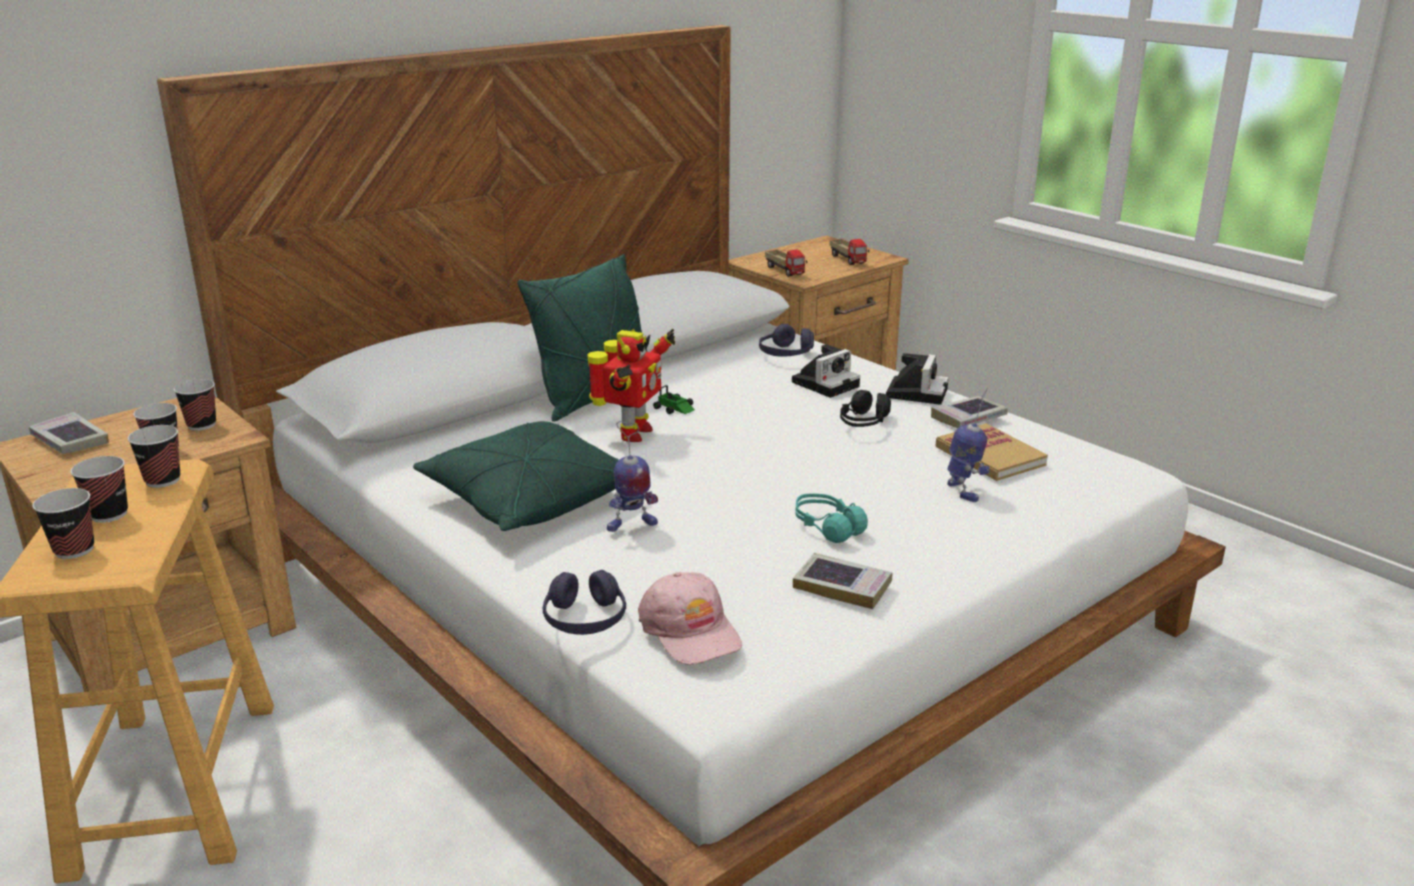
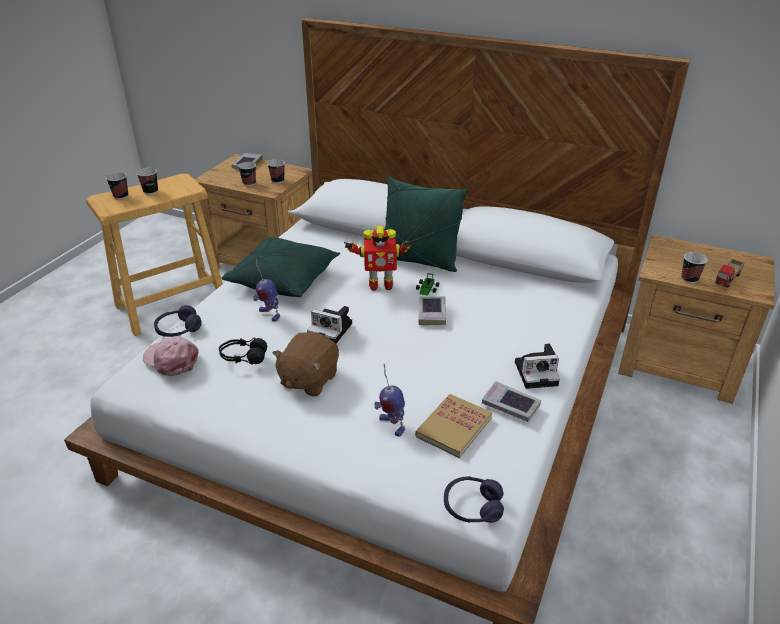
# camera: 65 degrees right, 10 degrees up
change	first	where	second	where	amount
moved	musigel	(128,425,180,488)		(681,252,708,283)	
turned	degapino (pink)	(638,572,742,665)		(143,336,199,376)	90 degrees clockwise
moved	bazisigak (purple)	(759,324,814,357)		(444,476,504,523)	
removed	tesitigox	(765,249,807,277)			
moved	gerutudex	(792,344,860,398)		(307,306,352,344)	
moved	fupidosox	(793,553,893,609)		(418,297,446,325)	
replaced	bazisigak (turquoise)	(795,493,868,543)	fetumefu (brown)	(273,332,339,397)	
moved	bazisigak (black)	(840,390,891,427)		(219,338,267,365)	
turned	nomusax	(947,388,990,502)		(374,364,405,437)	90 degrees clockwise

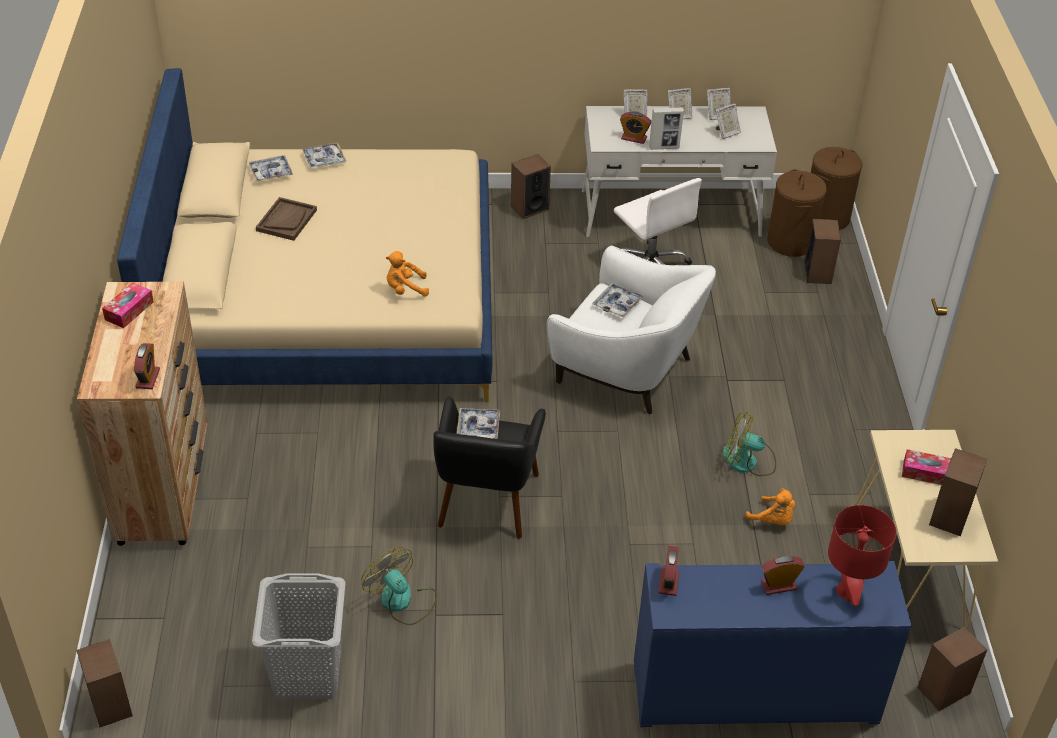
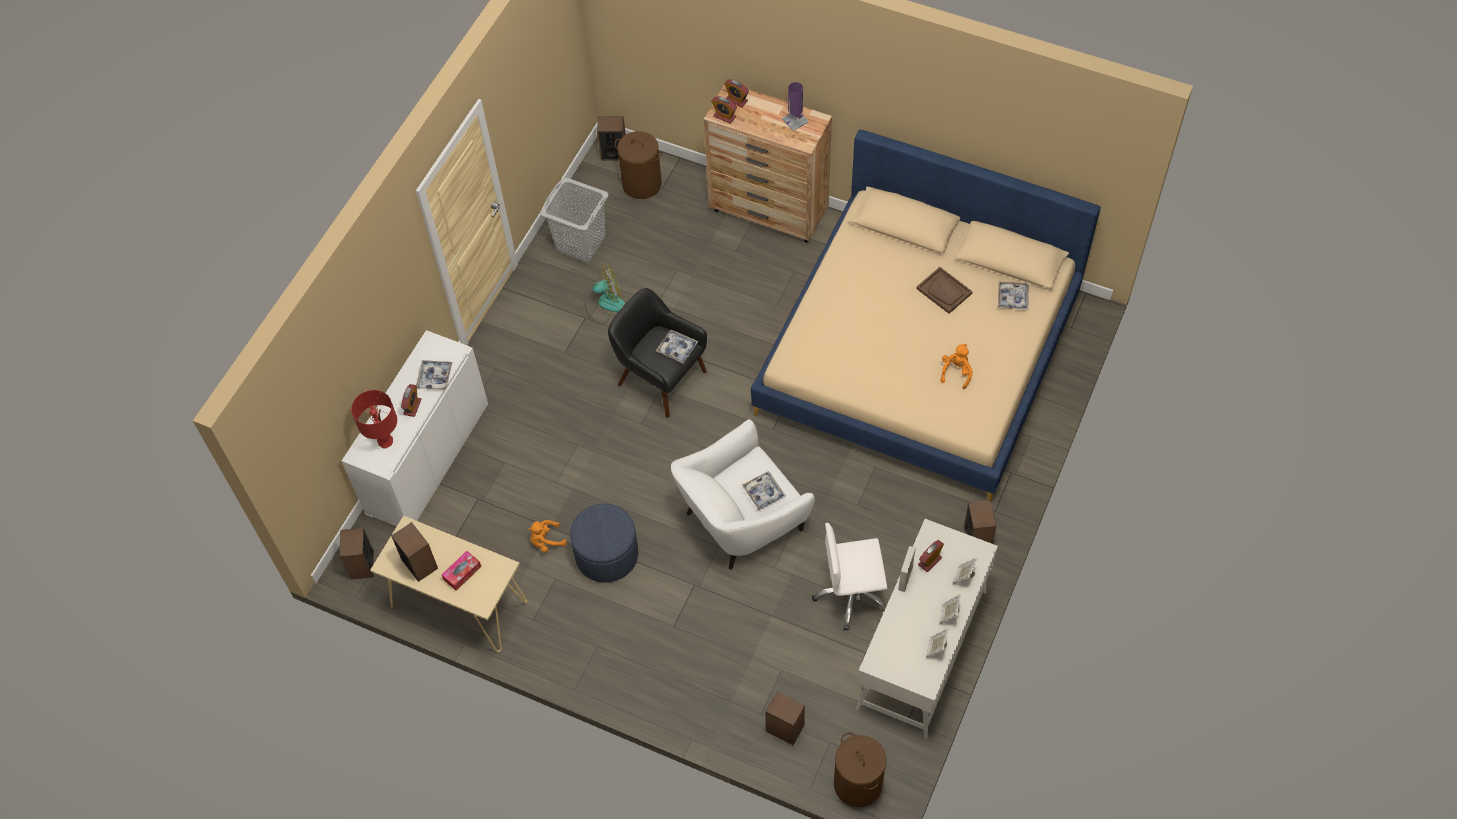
# camera: 120 degrees right, 15 degrees up
change	first	where	second	where	amount
replaced	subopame	(102,282,154,328)	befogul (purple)	(782,82,809,131)	
moved	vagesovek	(302,142,346,169)		(416,360,453,390)	
moved	fetumefu (orange)	(386,251,429,297)		(940,344,973,389)	
recoloured	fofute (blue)	(634,561,912,727)	fofute (white)	(342,330,488,526)	
moved	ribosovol	(658,546,679,596)		(724,79,749,107)	
removed	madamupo	(715,104,741,139)			
replaced	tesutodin	(723,412,776,476)	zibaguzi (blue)	(570,503,638,583)	
moved	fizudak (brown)	(767,169,827,257)		(615,131,662,199)	

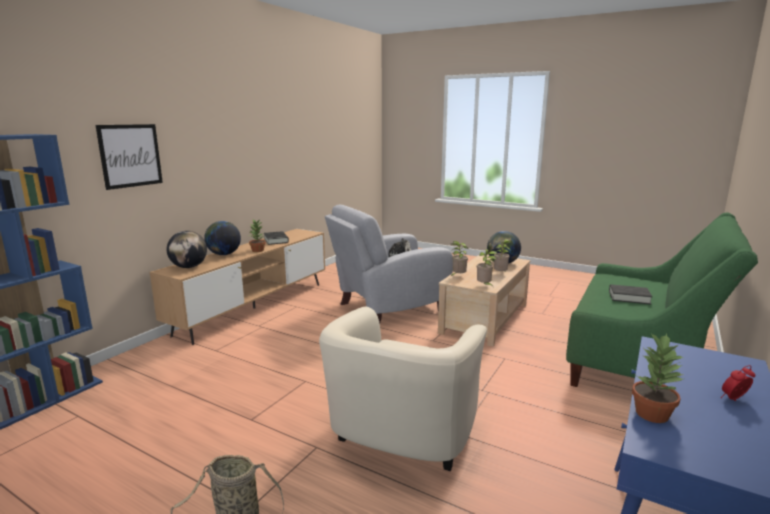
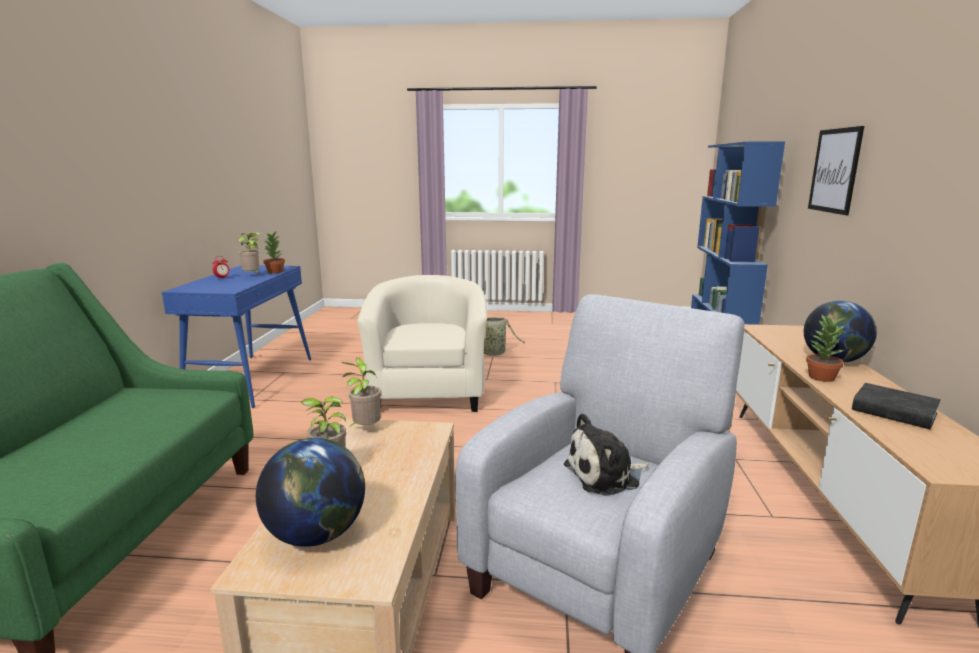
# camera: 155 degrees right, 0 degrees up
change	first	where	second	where	amount
removed	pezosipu	(167,231,207,268)			
moved	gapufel	(450,241,468,277)		(237,233,262,273)	
removed	fupidosox (black)	(609,284,653,305)			

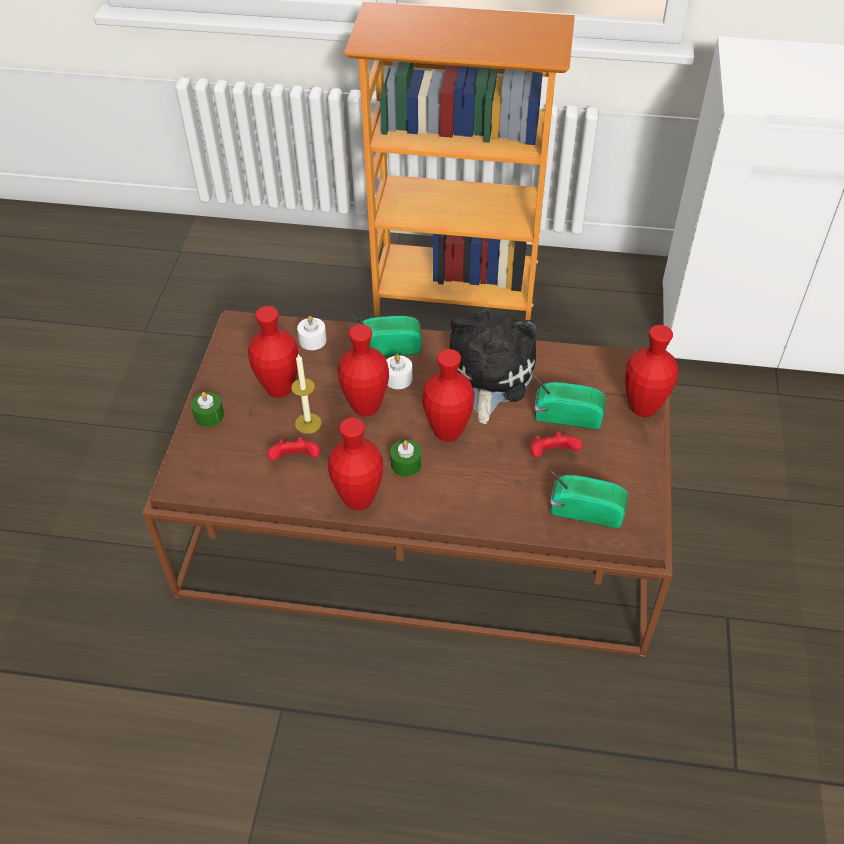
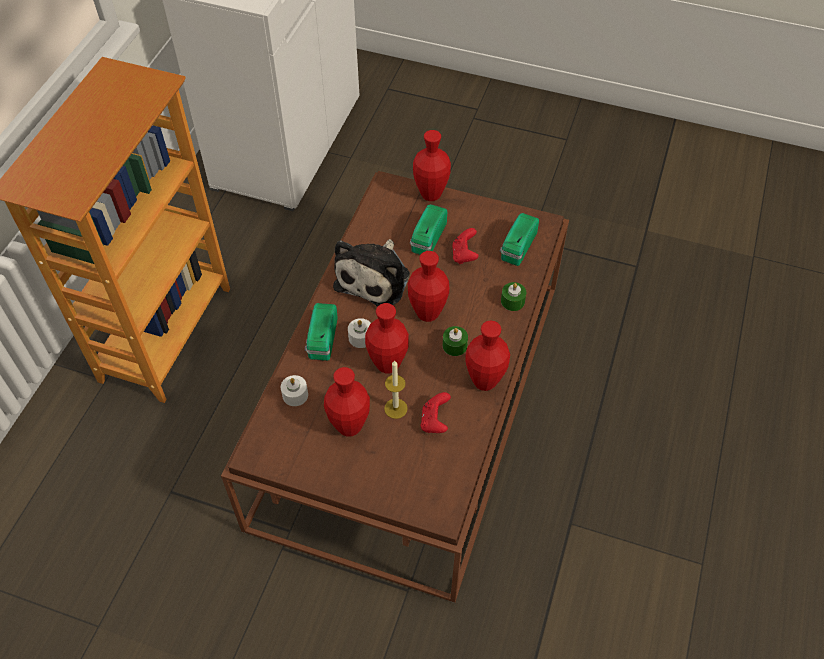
# camera: 80 degrees left, 5 degrees up
change	first	where	second	where	amount
moved	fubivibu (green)	(191,392,224,427)		(501,282,526,311)	
turned	fetumefu	(450,311,536,424)		(333,239,410,307)	90 degrees counterclockwise

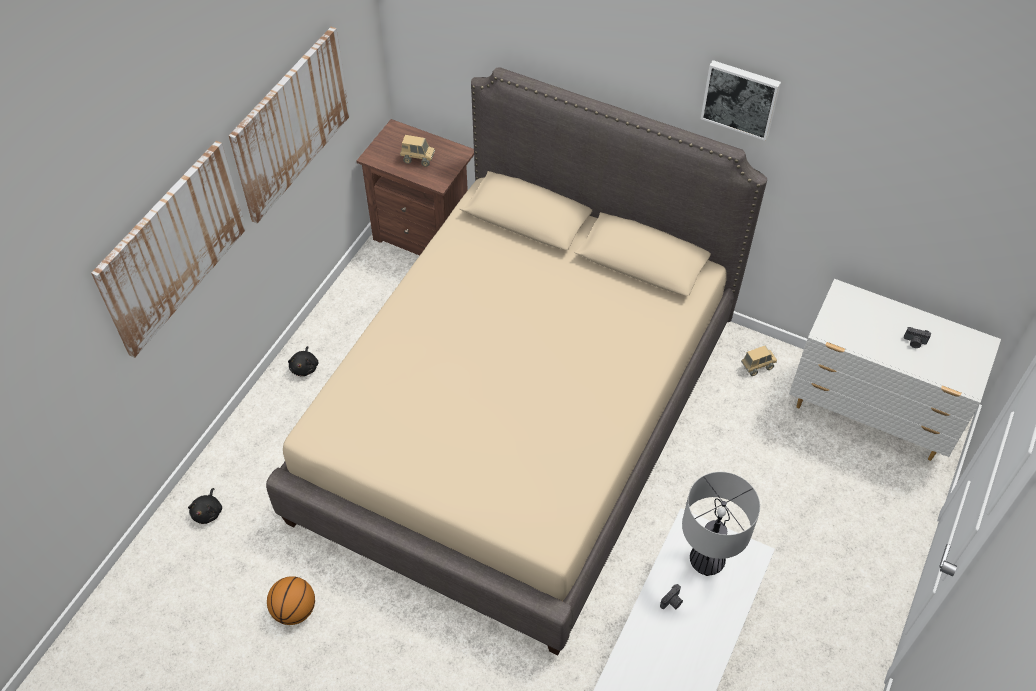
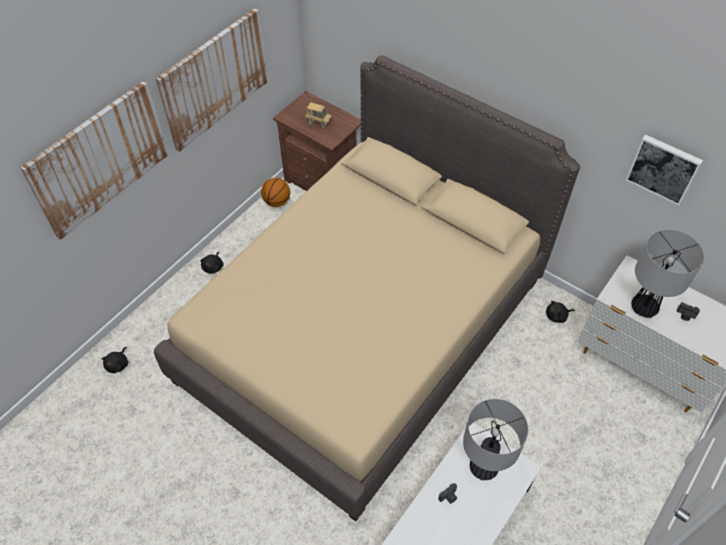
# camera: 10 degrees right, 0 degrees up
change	first	where	second	where	amount
moved	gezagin	(267,576,315,625)		(261,178,290,207)	
moved	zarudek	(701,60,781,141)		(626,135,703,206)	
replaced	tesitigox	(741,345,777,376)	fetumefu (black)	(546,301,575,323)	
added			befogul	(631,229,704,318)	

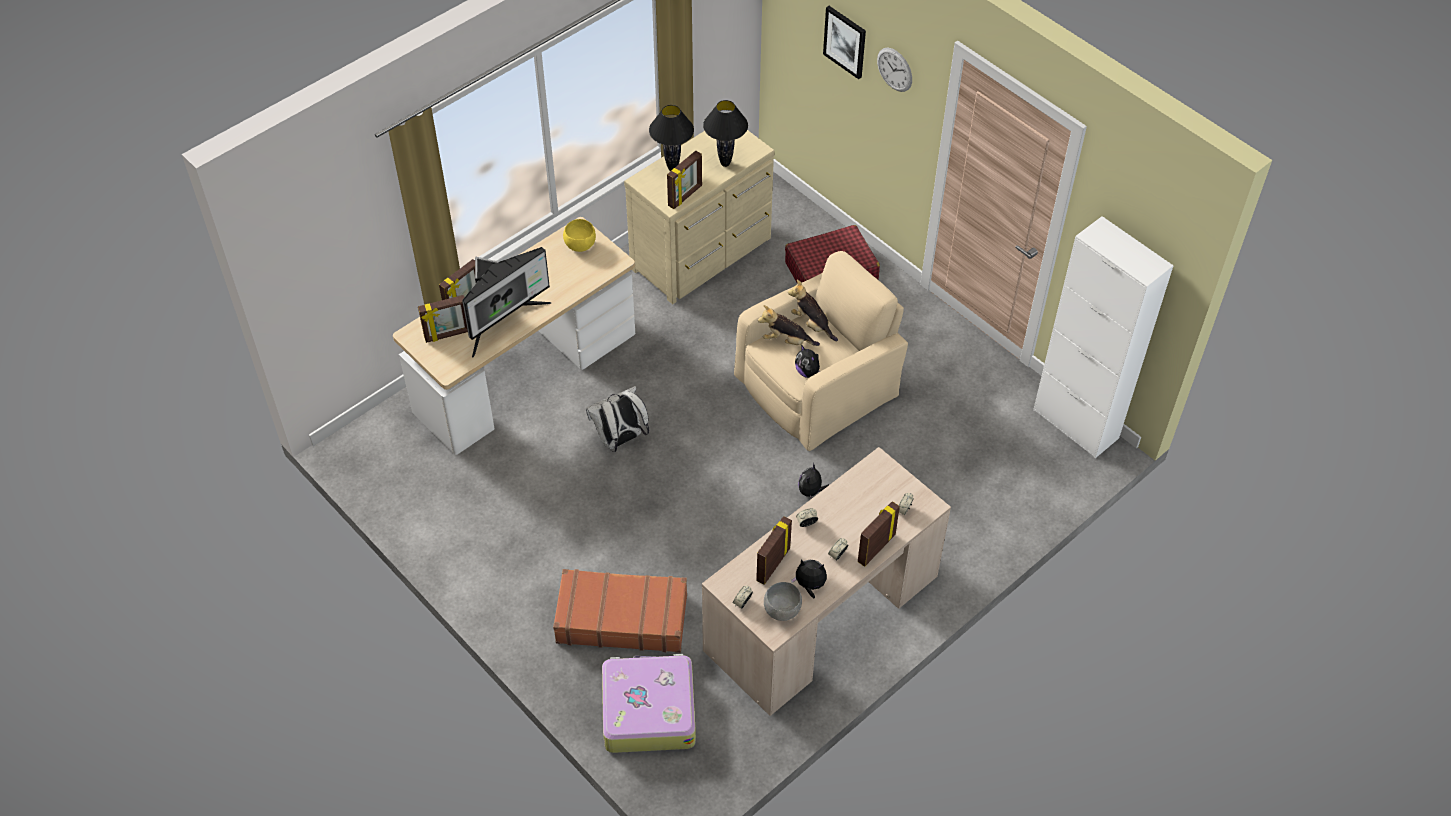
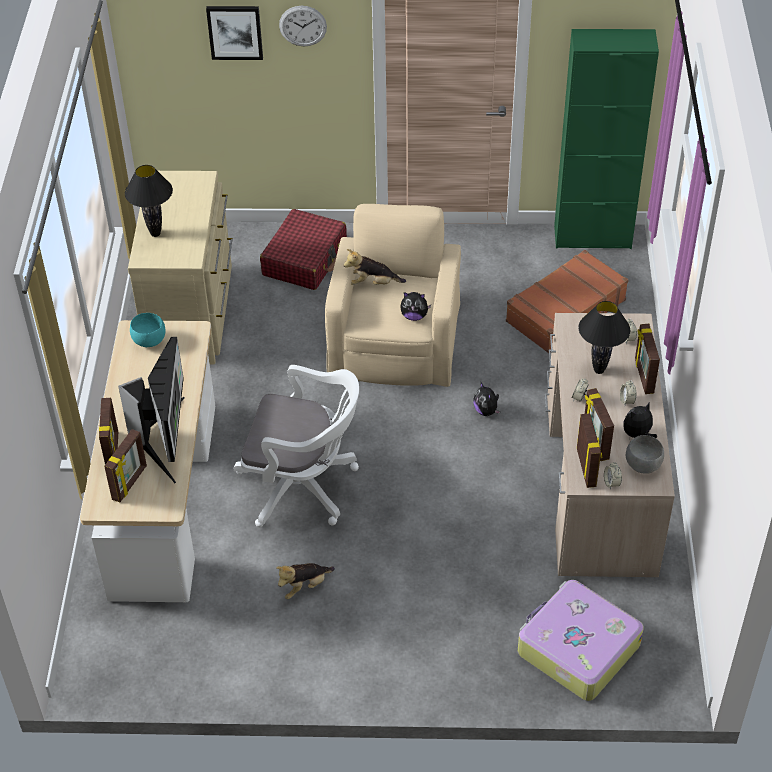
# camera: 45 degrees left, 5 degrees down
change	first	where	second	where	amount
moved	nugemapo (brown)	(553,569,687,653)		(506,250,628,353)	
recoloured	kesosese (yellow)	(563,219,596,252)	kesosese (turquoise)	(130,313,166,347)	
replaced	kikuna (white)	(586,386,649,452)	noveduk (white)	(234,365,359,527)	
moved	madamupo	(667,151,702,209)		(577,413,602,488)	
moved	befogul (black)	(703,100,748,167)		(578,301,630,374)	
moved	fetumefu	(758,305,820,346)		(276,563,335,599)	
recoloured	fofute (white)	(1033,216,1174,458)	fofute (green)	(554,29,659,249)	

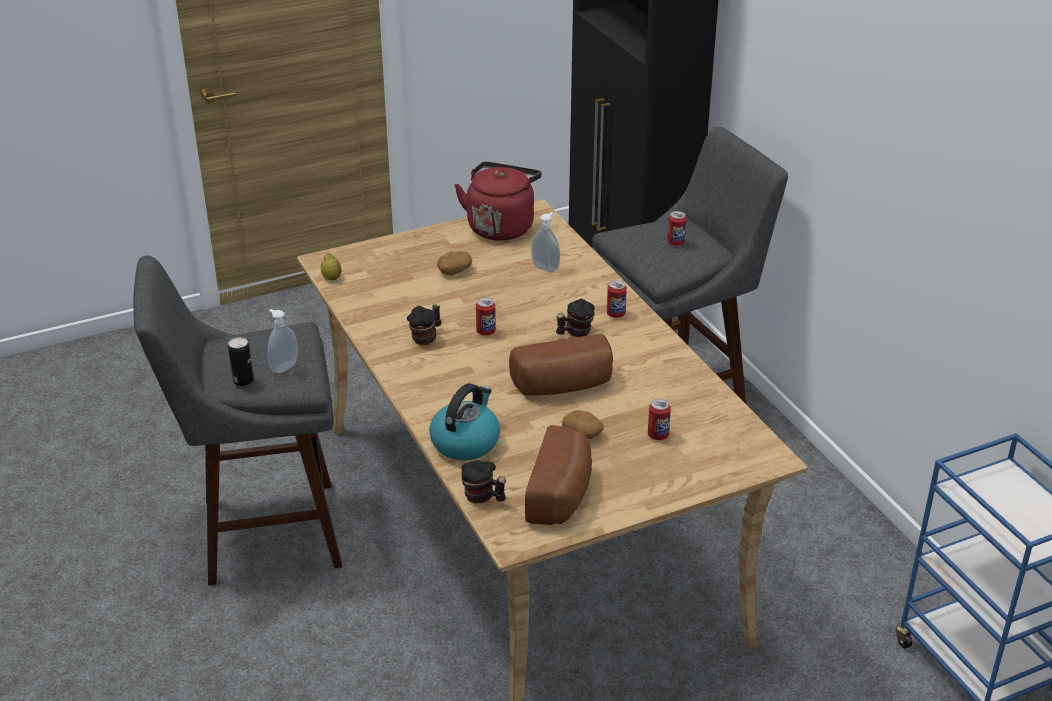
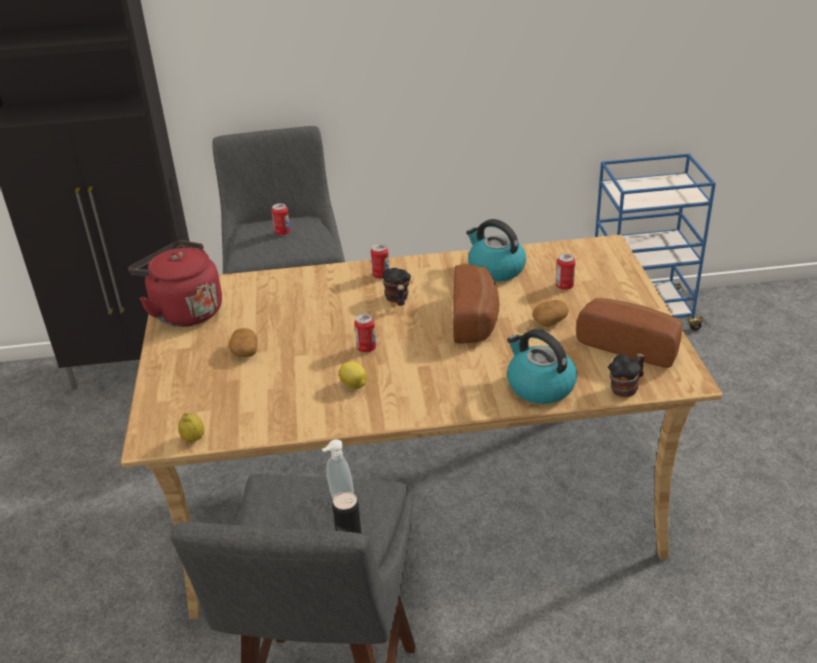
# camera: 70 degrees left, 0 degrees up
change	first	where	second	where	amount
replaced	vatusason	(407,305,441,345)	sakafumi	(339,361,367,389)	
removed	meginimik	(531,212,560,272)			
added			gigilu	(466,219,526,282)	

